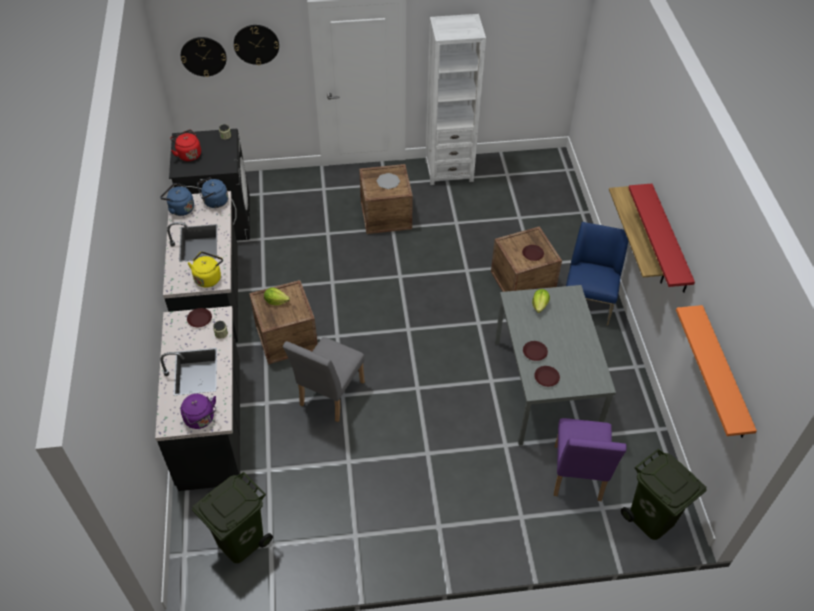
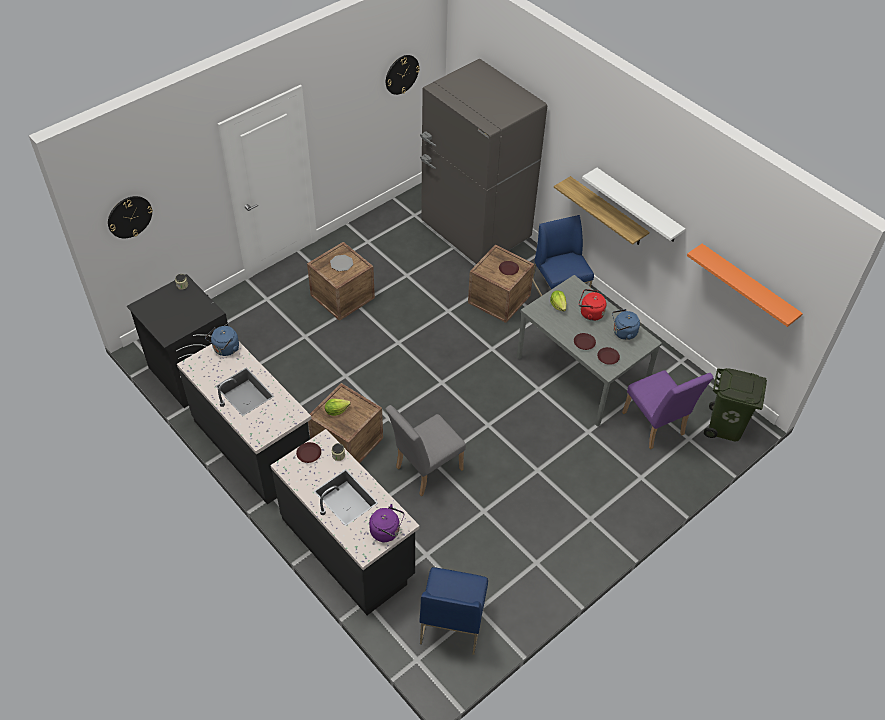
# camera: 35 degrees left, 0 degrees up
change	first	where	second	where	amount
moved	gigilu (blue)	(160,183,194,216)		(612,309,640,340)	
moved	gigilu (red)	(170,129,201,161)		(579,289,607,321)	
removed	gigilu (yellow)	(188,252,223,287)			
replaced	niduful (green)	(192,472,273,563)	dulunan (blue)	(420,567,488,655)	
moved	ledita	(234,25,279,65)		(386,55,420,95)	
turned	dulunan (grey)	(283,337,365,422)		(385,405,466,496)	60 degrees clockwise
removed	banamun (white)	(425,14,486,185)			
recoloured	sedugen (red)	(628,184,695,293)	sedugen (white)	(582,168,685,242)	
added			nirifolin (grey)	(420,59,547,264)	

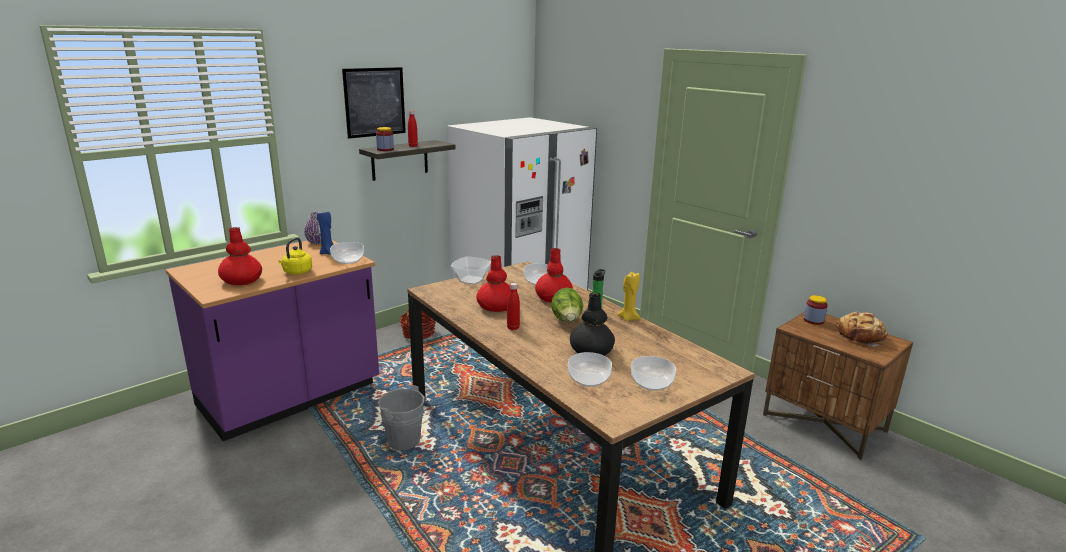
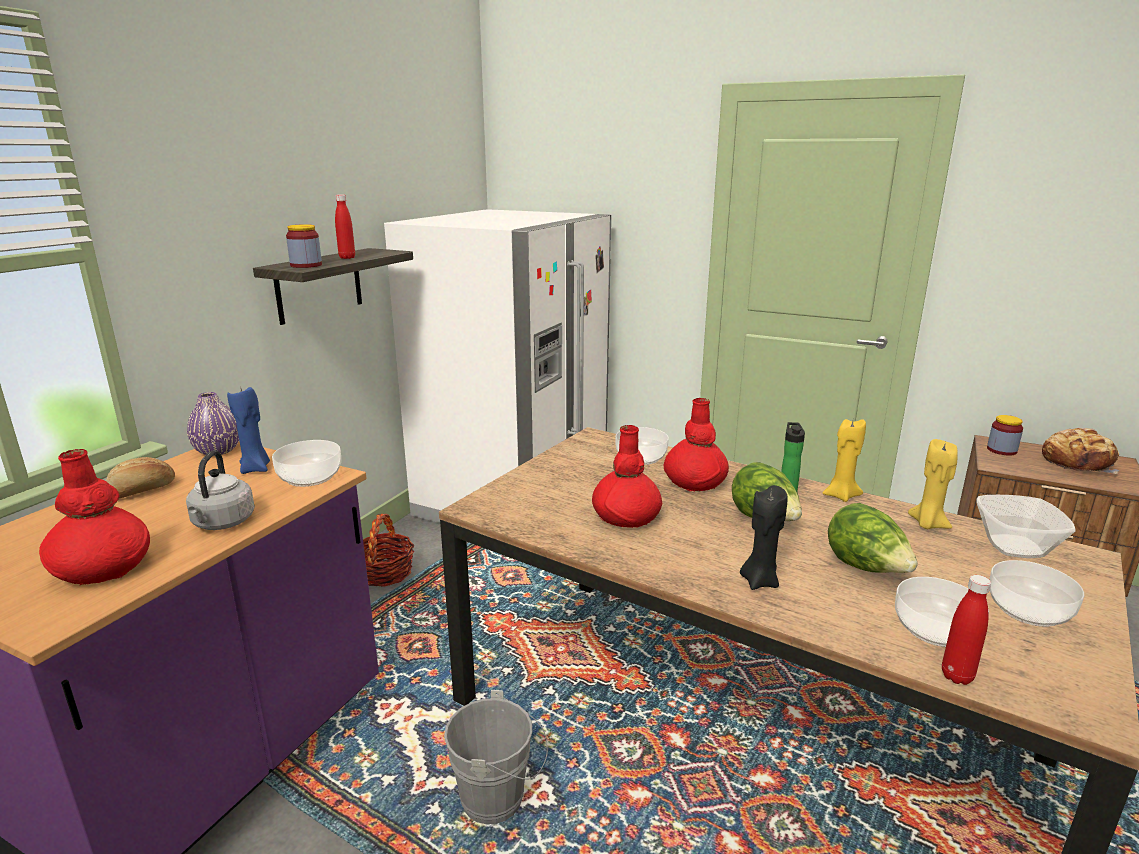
# camera: 20 degrees left, 0 degrees up
change	first	where	second	where	amount
recoloured	gigilu (yellow)	(278,238,312,275)	gigilu (grey)	(186,450,255,530)	
removed	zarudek	(342,67,406,139)			
moved	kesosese	(451,257,491,285)		(977,495,1076,558)	
moved	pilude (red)	(507,283,520,330)		(942,575,991,685)	
replaced	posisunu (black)	(570,293,615,356)	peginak	(828,503,918,573)	
added			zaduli	(105,457,175,498)	
added			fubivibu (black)	(740,485,788,590)	
added			fubivibu (yellow)	(908,439,958,529)	

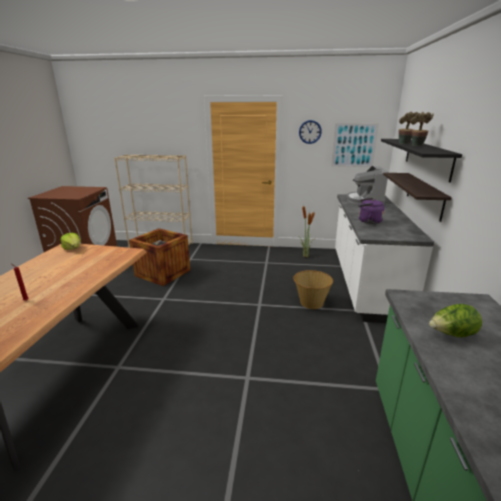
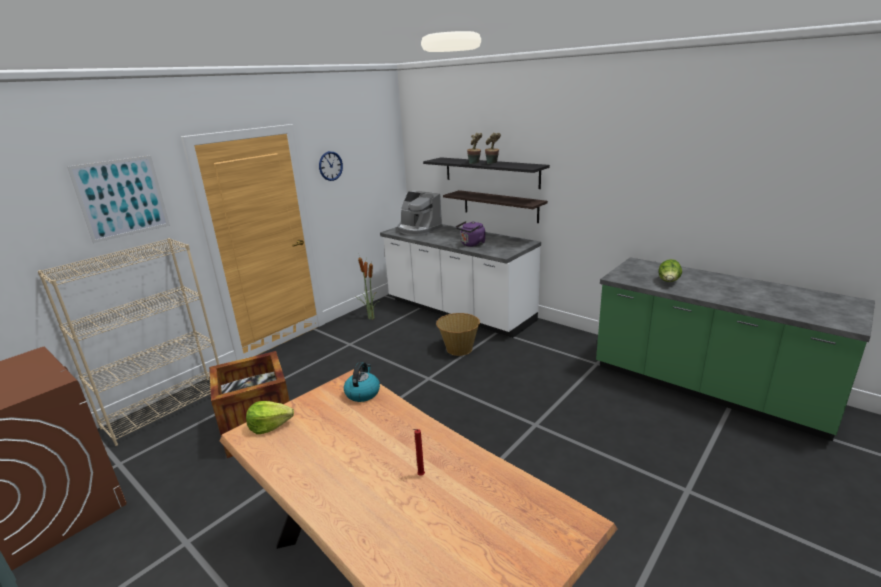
# camera: 55 degrees left, 0 degrees up
change	first	where	second	where	amount
moved	zarudek	(331,123,379,167)		(67,155,170,243)	
added			gigilu	(344,362,380,402)	

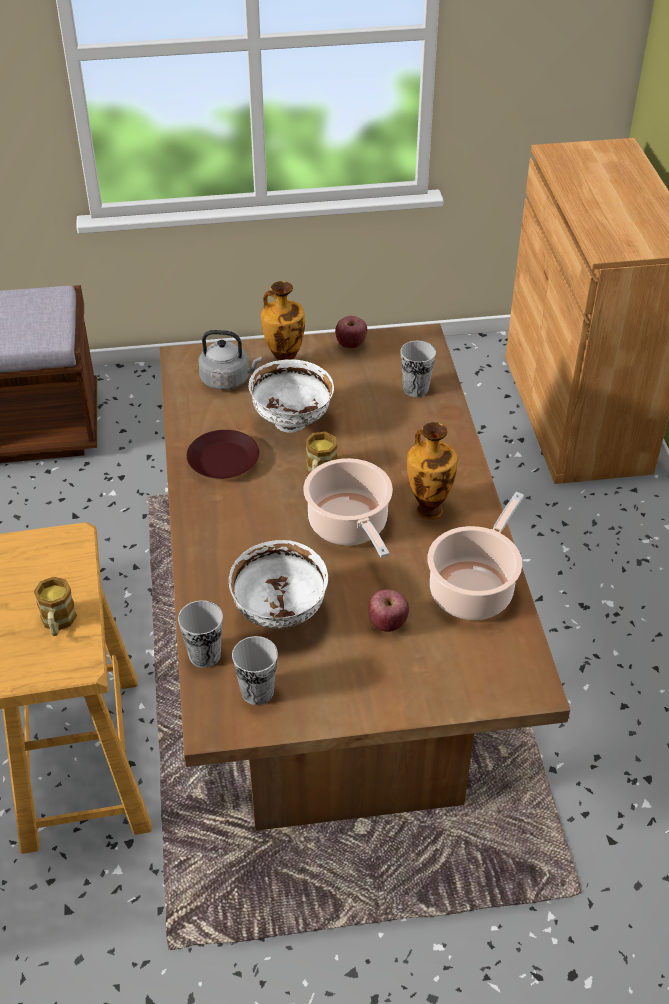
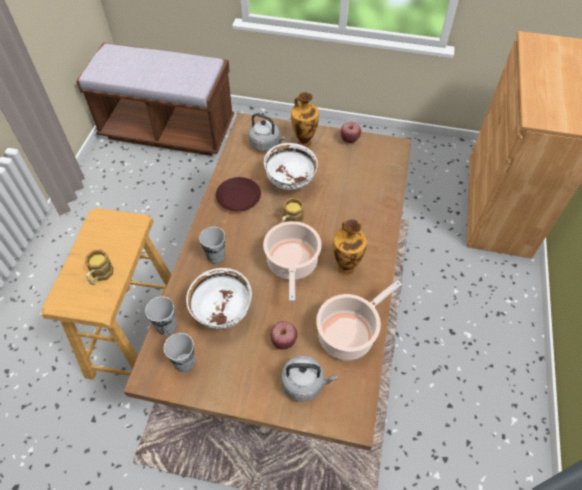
# camera: 20 degrees right, 10 degrees up
change	first	where	second	where	amount
moved	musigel	(400,341,436,397)		(199,227,225,265)	
added			gigilu (grey)	(281,356,338,402)	

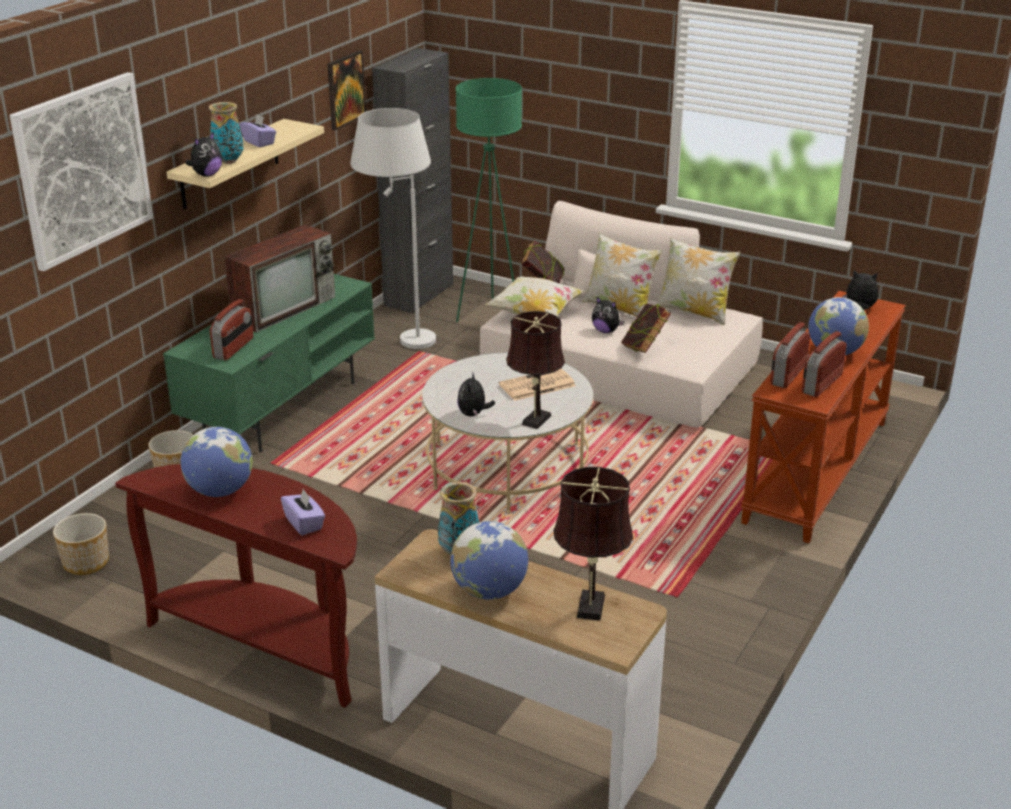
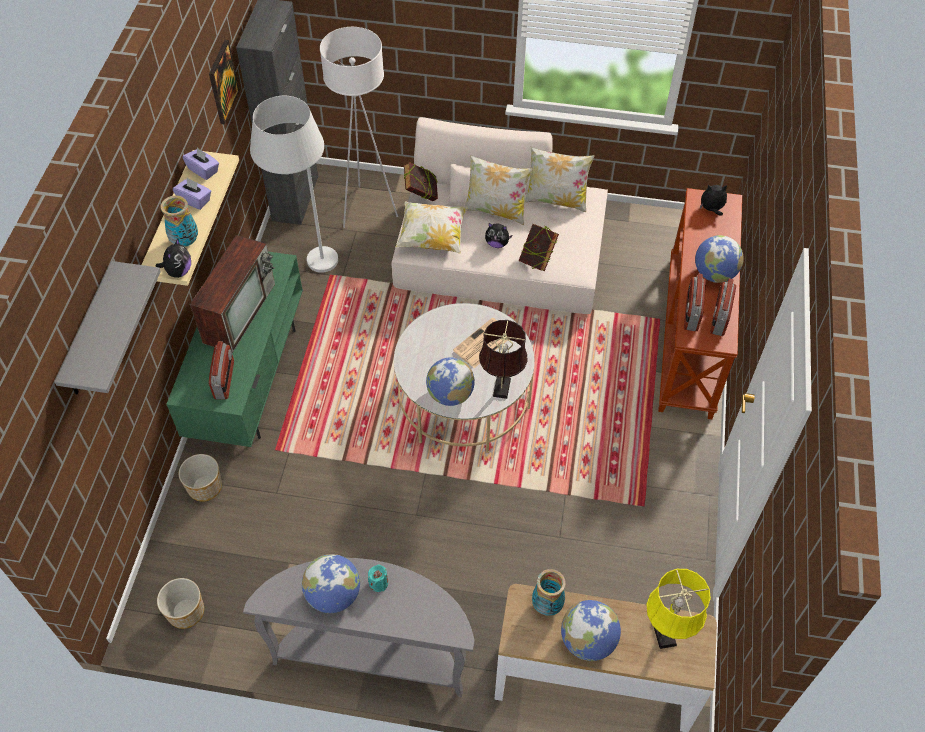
# camera: 20 degrees left, 25 degrees up
change	first	where	second	where	amount
replaced	zarudek	(9,72,153,271)	sedugen (grey)	(55,261,161,394)	
recoloured	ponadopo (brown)	(115,464,357,708)	ponadopo (grey)	(243,558,475,697)	
moved	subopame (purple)	(281,489,325,535)		(182,147,219,180)	
recoloured	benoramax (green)	(455,78,522,322)	benoramax (white)	(320,27,398,228)	
replaced	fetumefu	(457,371,495,417)	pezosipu	(426,357,475,406)	
recoloured	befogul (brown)	(554,467,633,621)	befogul (yellow)	(647,569,711,649)	
added			fubivibu (turquoise)	(368,564,388,592)	

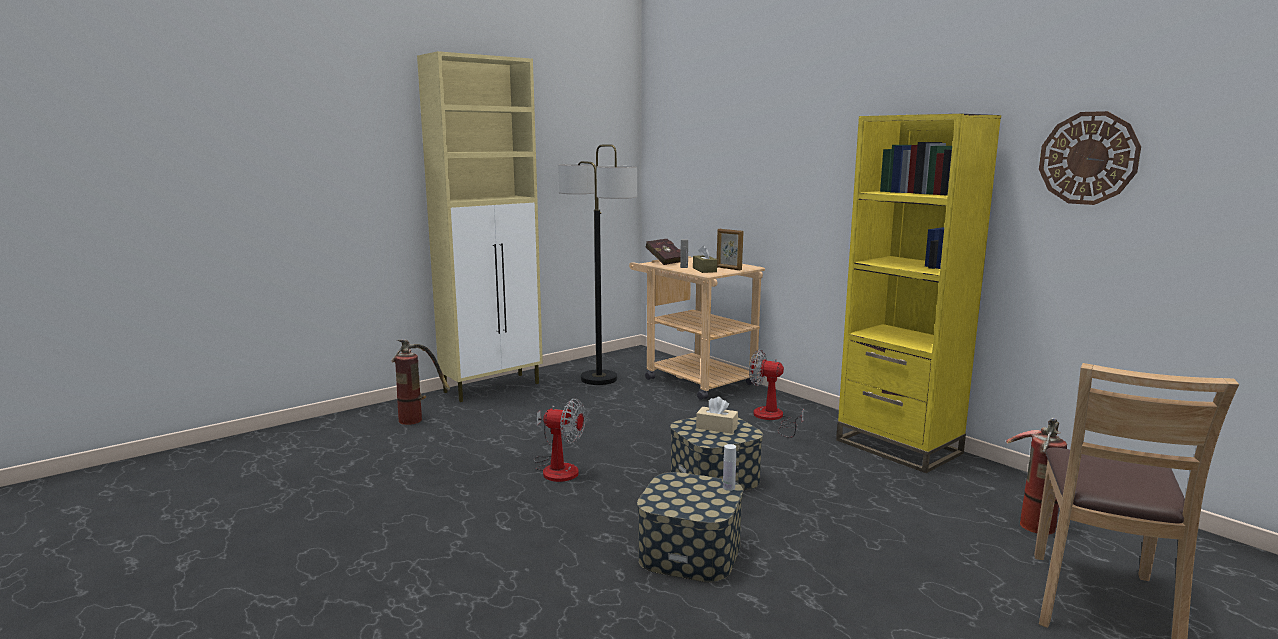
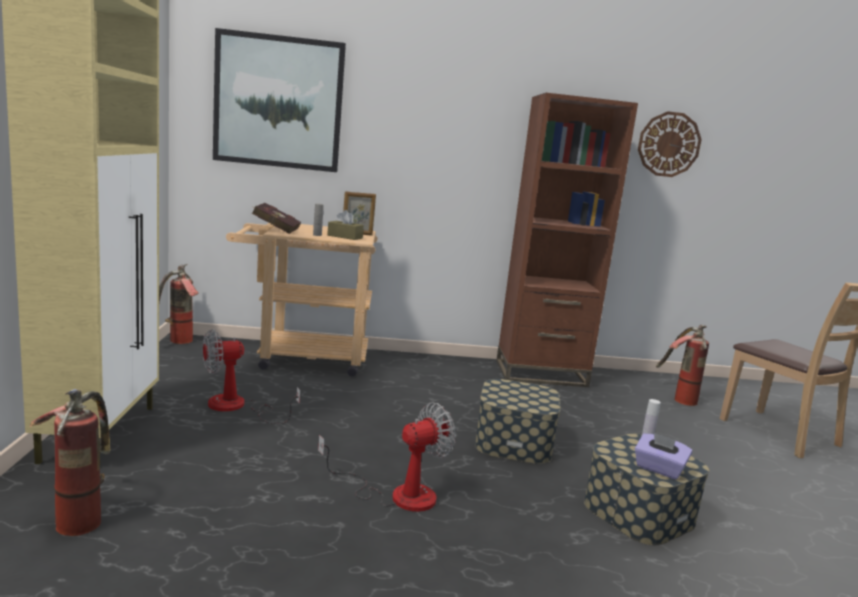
# camera: 55 degrees left, 0 degrees up
change	first	where	second	where	amount
removed	benoramax	(558,144,637,385)			
removed	subopame (beige)	(696,397,738,434)			
moved	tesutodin	(749,349,804,438)		(202,329,301,424)	
recoloured	banamun (yellow)	(836,114,1001,473)	banamun (brown)	(496,93,638,387)	
added			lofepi	(159,264,199,344)	
added			zarudek	(213,28,346,172)	
added			subopame (purple)	(635,432,693,479)	

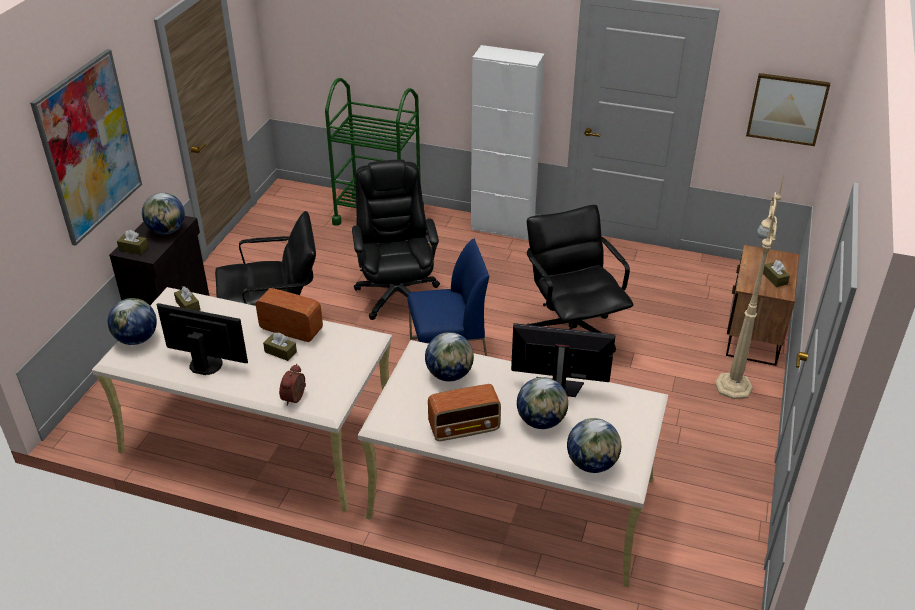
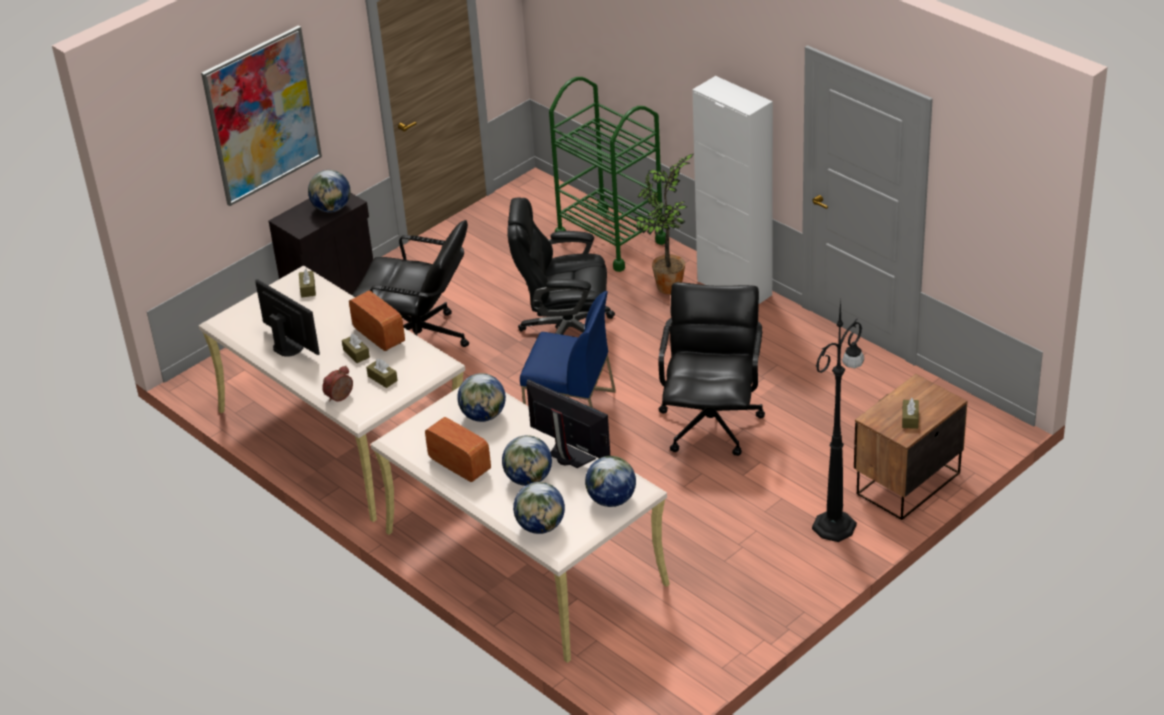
# camera: 30 degrees right, 0 degrees up
change	first	where	second	where	amount
moved	pezosipu	(108,298,157,345)		(585,456,636,507)	
moved	subopame (brown)	(117,230,148,255)		(366,359,398,388)	
turned	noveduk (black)	(352,160,440,320)		(507,197,615,335)	105 degrees counterclockwise
turned	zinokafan	(428,384,501,441)		(425,417,491,482)	150 degrees counterclockwise
recoloured	benoramax (beige)	(715,175,784,399)	benoramax (black)	(812,300,864,542)	
removed	zarudek	(746,73,831,146)			
added			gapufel	(635,154,694,294)	

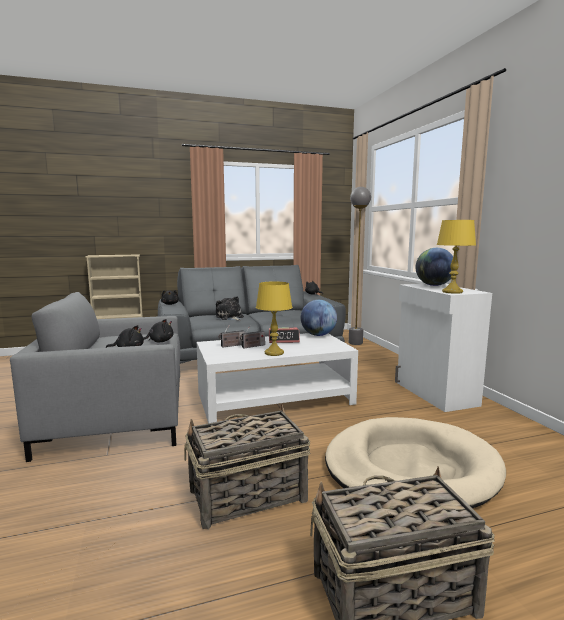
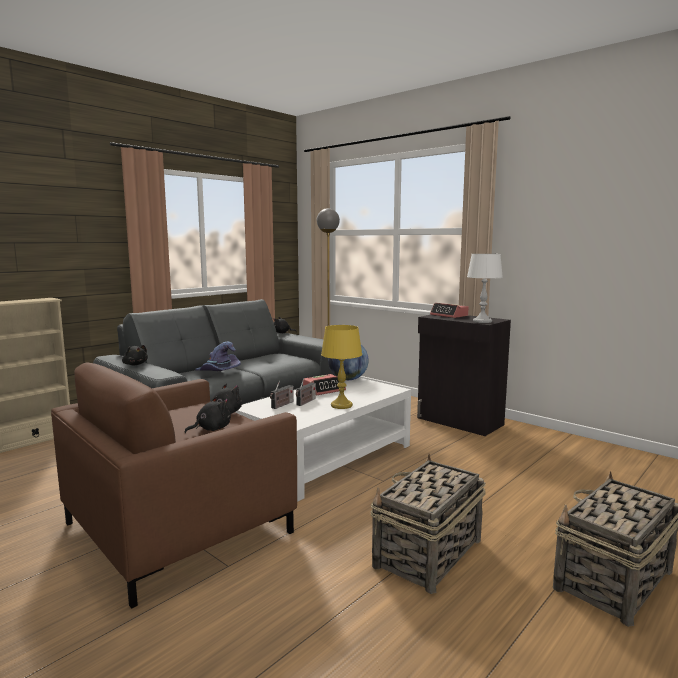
# camera: 30 degrees left, 0 degrees up
change	first	where	second	where	amount
recoloured	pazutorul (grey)	(10,292,180,462)	pazutorul (brown)	(51,362,297,609)	
replaced	fetumefu	(216,296,244,321)	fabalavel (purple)	(195,342,241,371)	
removed	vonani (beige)	(325,417,506,508)			
recoloured	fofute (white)	(395,284,492,412)	fofute (black)	(417,315,511,436)	
replaced	pezosipu	(416,248,453,286)	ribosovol	(430,303,469,318)	
recoloured	befogul (yellow)	(437,220,476,294)	befogul (white)	(467,254,503,323)	

